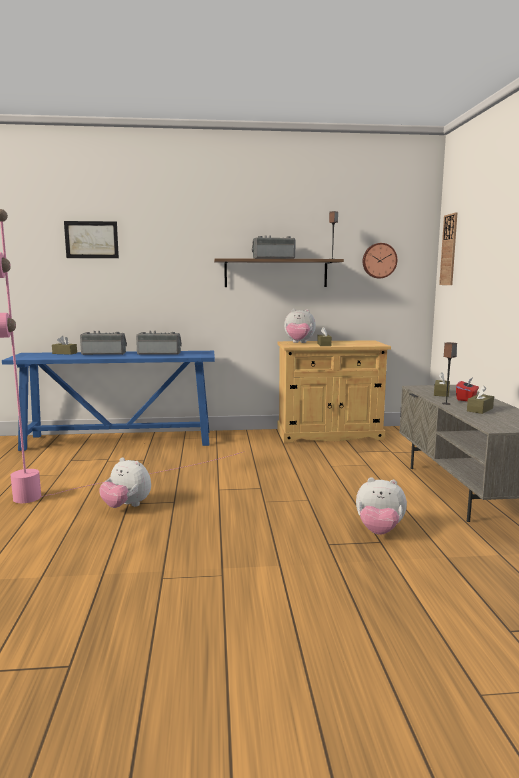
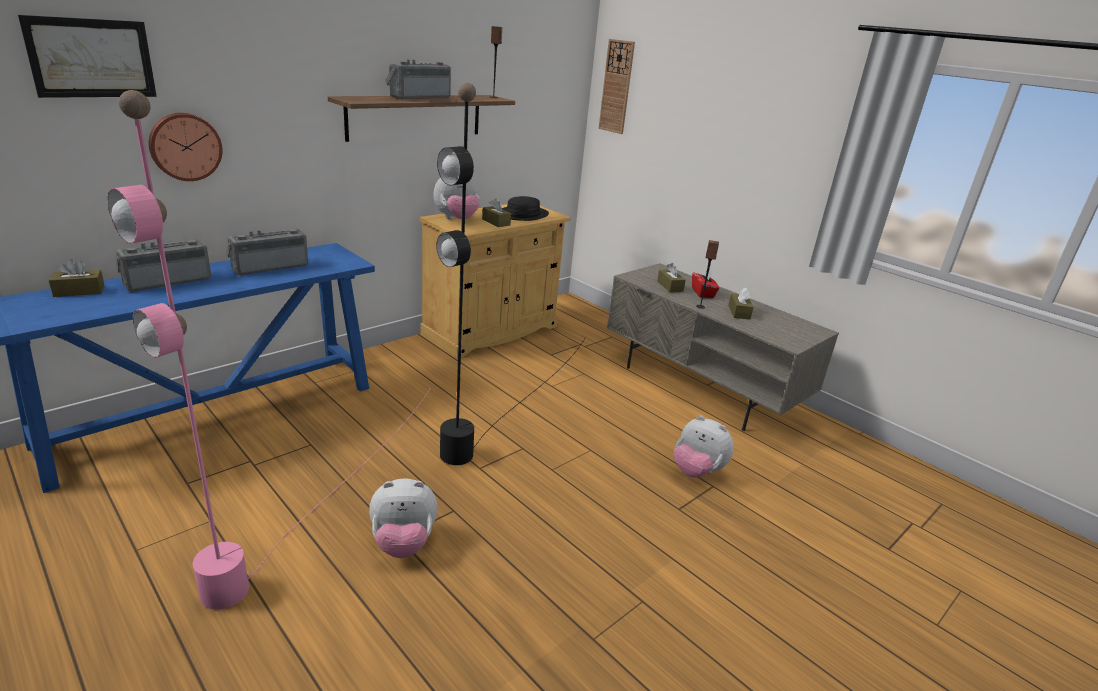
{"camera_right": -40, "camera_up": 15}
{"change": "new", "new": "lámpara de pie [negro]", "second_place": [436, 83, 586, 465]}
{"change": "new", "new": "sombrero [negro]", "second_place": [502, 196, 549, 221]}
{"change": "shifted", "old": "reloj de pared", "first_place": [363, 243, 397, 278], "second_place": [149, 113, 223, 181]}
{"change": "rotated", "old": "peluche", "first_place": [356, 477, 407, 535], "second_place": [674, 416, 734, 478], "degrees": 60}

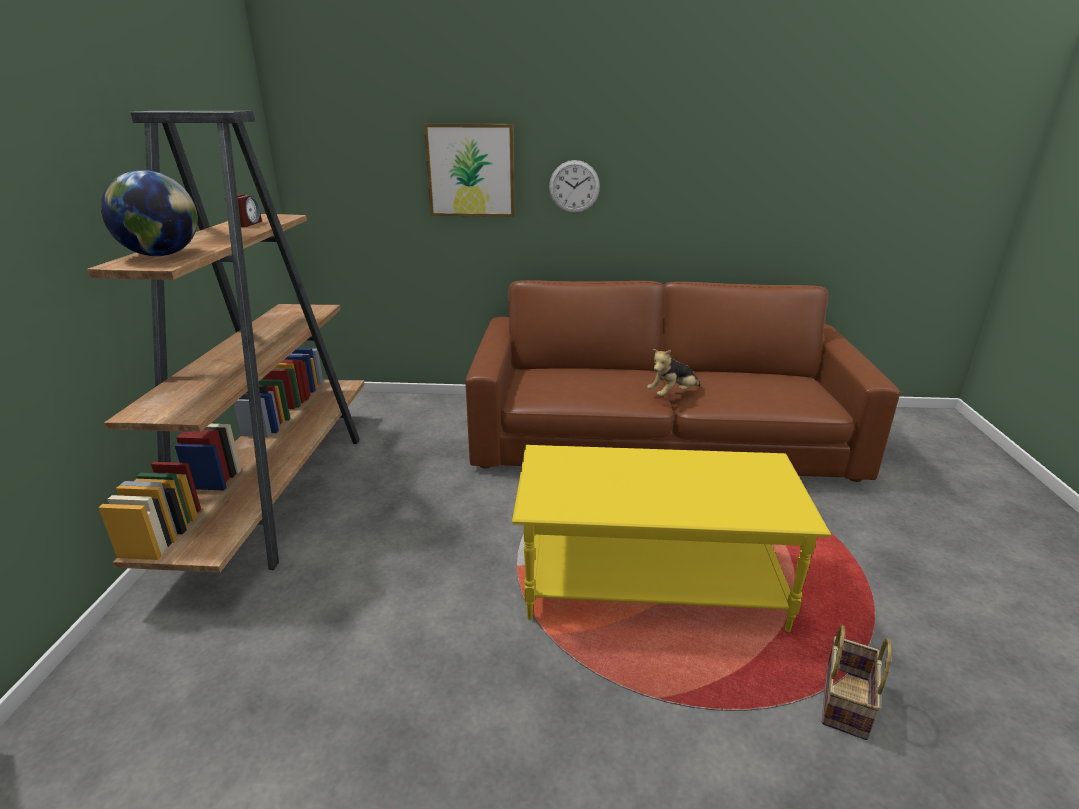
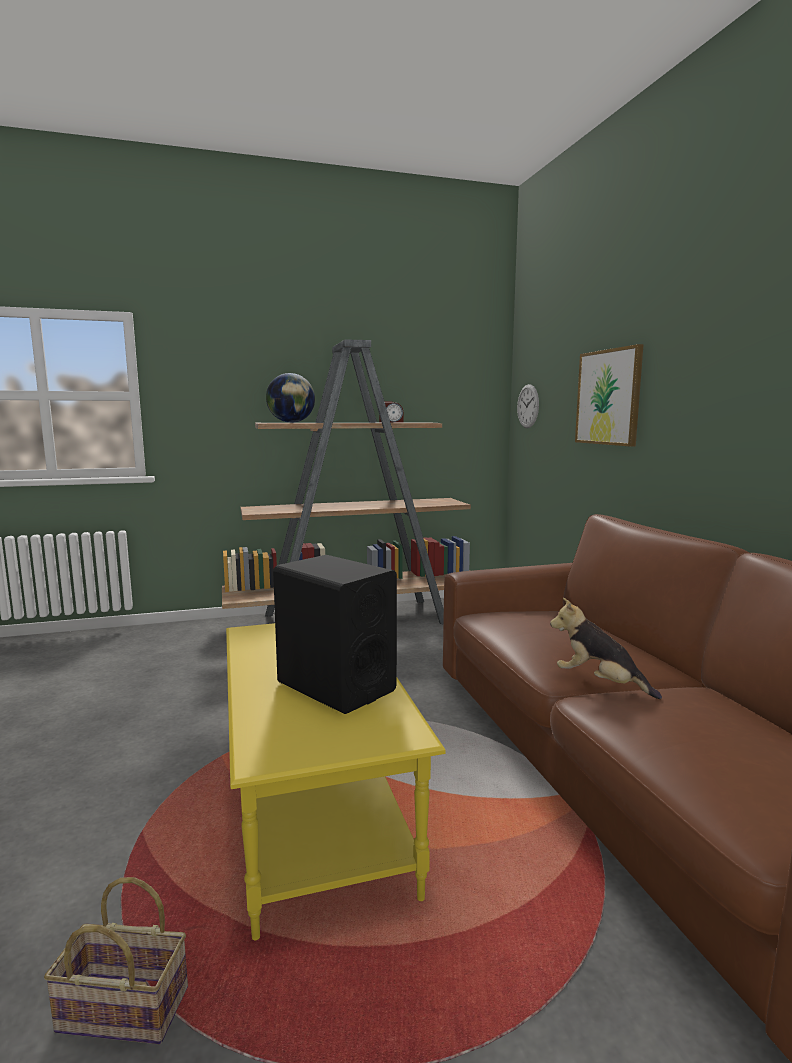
{"camera_right": 70, "camera_up": -15}
{"change": "new", "new": "altavoz [negro]", "second_place": [273, 555, 397, 714]}
{"change": "shifted", "old": "reloj de pared", "first_place": [549, 160, 600, 213], "second_place": [517, 384, 539, 428]}

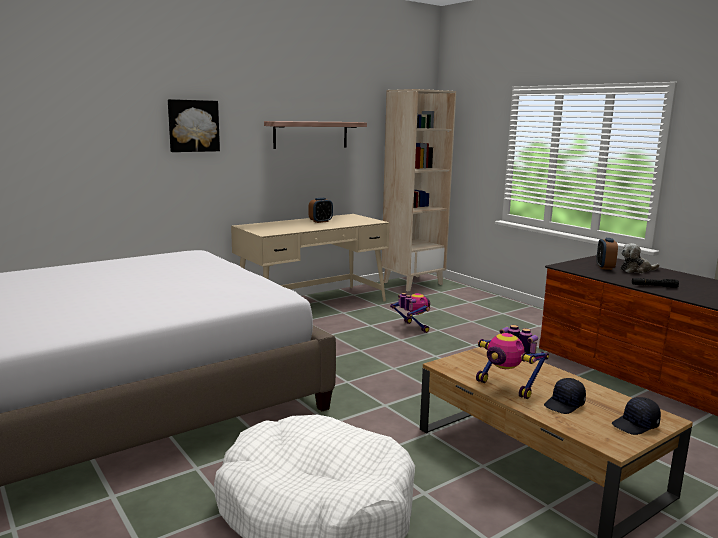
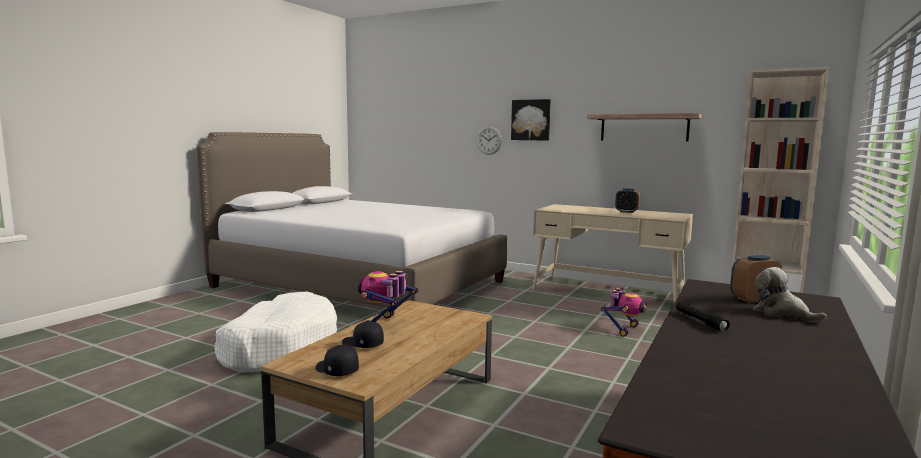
{"camera_right": 65, "camera_up": -5}
{"change": "new", "new": "reloj de pared", "second_place": [477, 126, 502, 155]}

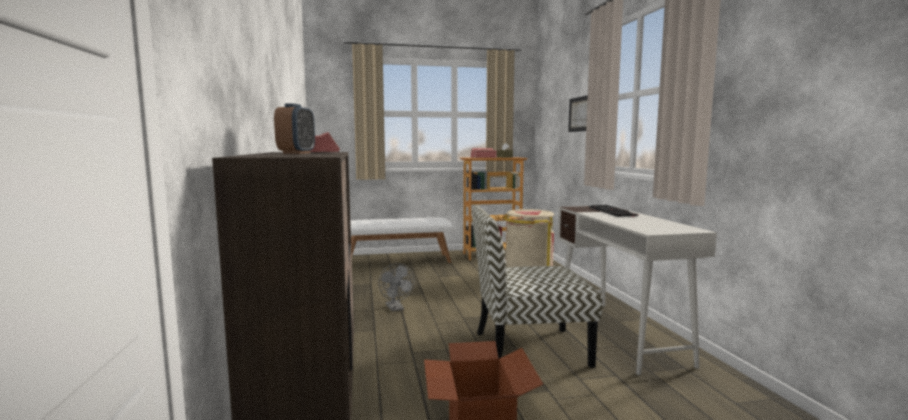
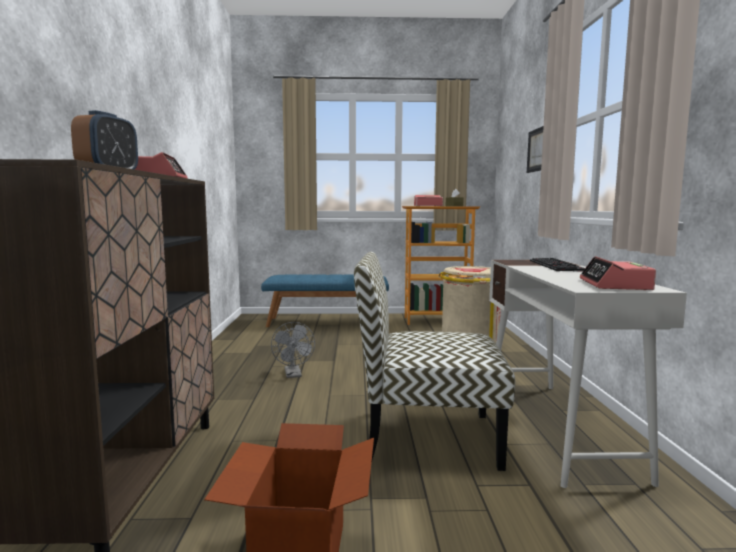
{"camera_right": 10, "camera_up": 0}
{"change": "new", "new": "despertador", "second_place": [580, 256, 656, 290]}
{"change": "repainted", "old": "banco [blanco]", "new": "banco [azul]", "first_place": [350, 217, 454, 263], "second_place": [261, 274, 389, 327]}

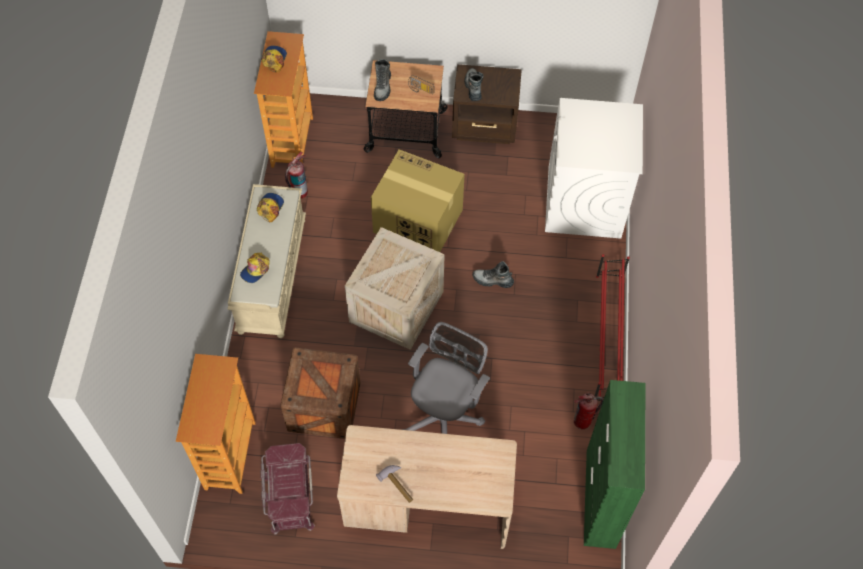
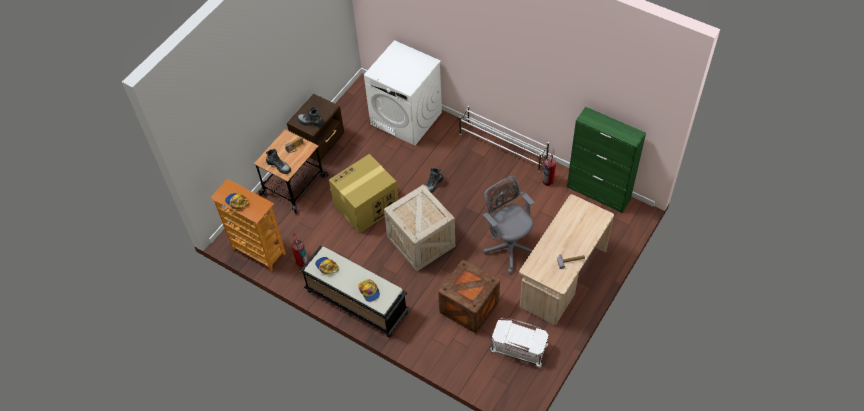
{"camera_right": -60, "camera_up": -5}
{"change": "gone", "old": "estantería", "first_place": [176, 354, 256, 494]}
{"change": "repainted", "old": "banco [beis]", "new": "banco [negro]", "first_place": [227, 184, 306, 338], "second_place": [299, 246, 409, 337]}
{"change": "repainted", "old": "caja de almacenaje [rojo]", "new": "caja de almacenaje [blanco]", "first_place": [260, 443, 315, 535], "second_place": [490, 318, 549, 368]}
{"change": "repainted", "old": "zapatero [rojo]", "new": "zapatero [blanco]", "first_place": [595, 254, 630, 401], "second_place": [459, 106, 549, 172]}

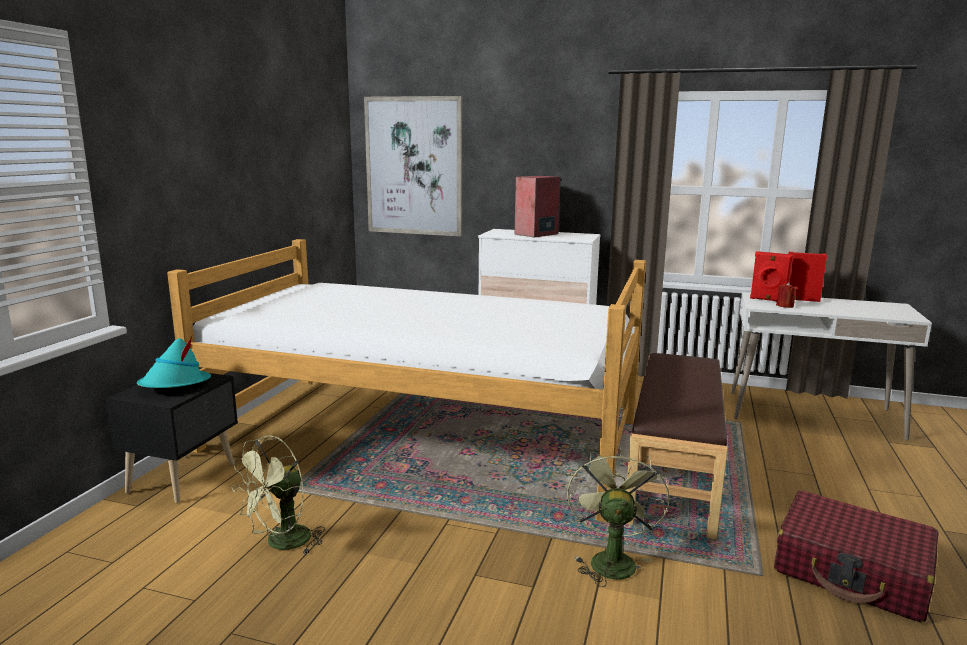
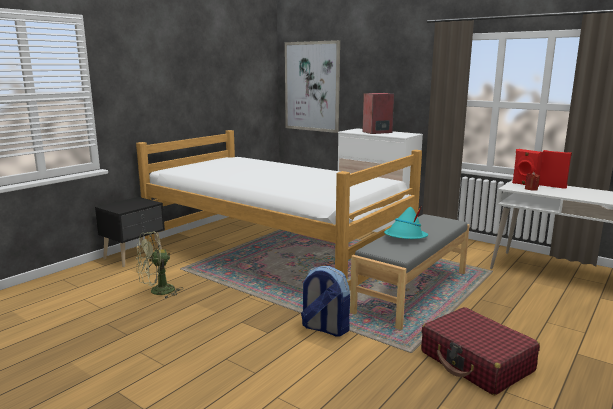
{"camera_right": 20, "camera_up": 0}
{"change": "shifted", "old": "sombrero [turquesa]", "first_place": [137, 336, 211, 388], "second_place": [384, 205, 428, 239]}
{"change": "swapped", "old": "ventilador [verde]", "new": "mochila", "first_place": [567, 446, 669, 587], "second_place": [301, 266, 350, 337]}
{"change": "repainted", "old": "banco [marrón]", "new": "banco [gris]", "first_place": [626, 353, 728, 540], "second_place": [350, 214, 469, 330]}

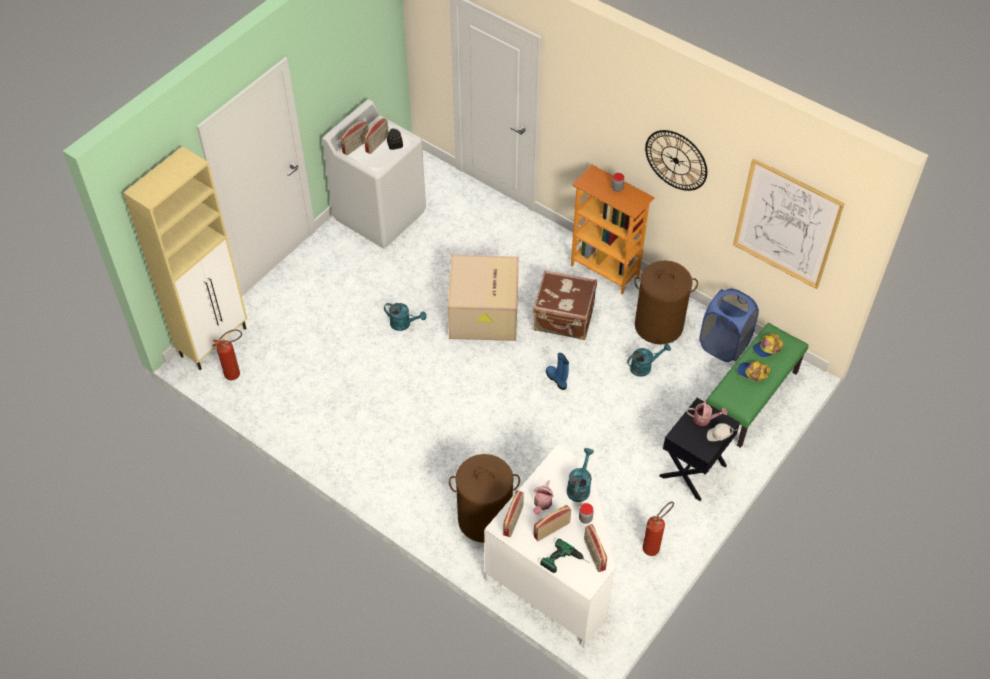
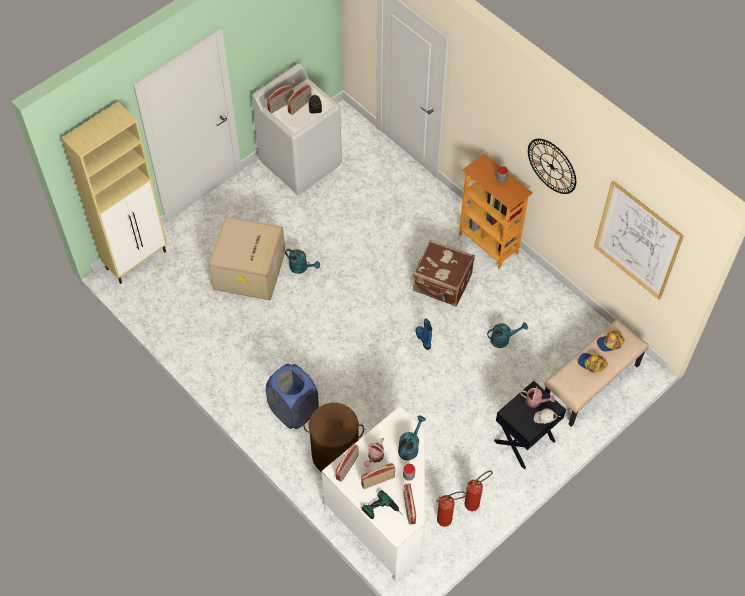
{"camera_right": 10, "camera_up": 5}
{"change": "gone", "old": "cesto de la ropa [marrón]", "first_place": [634, 261, 698, 344]}
{"change": "shifted", "old": "extintor", "first_place": [213, 329, 242, 380], "second_place": [436, 491, 467, 527]}
{"change": "shifted", "old": "caja de cartón", "first_place": [448, 255, 519, 341], "second_place": [208, 217, 285, 301]}
{"change": "shifted", "old": "cesto de la ropa [azul]", "first_place": [699, 289, 759, 362], "second_place": [266, 364, 319, 429]}
{"change": "repainted", "old": "banco [verde]", "new": "banco [beis]", "first_place": [706, 323, 808, 448], "second_place": [545, 319, 649, 427]}

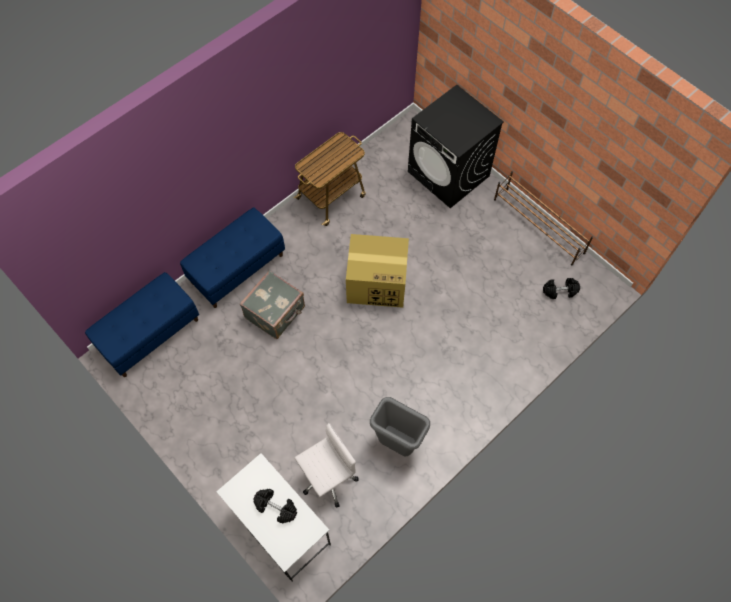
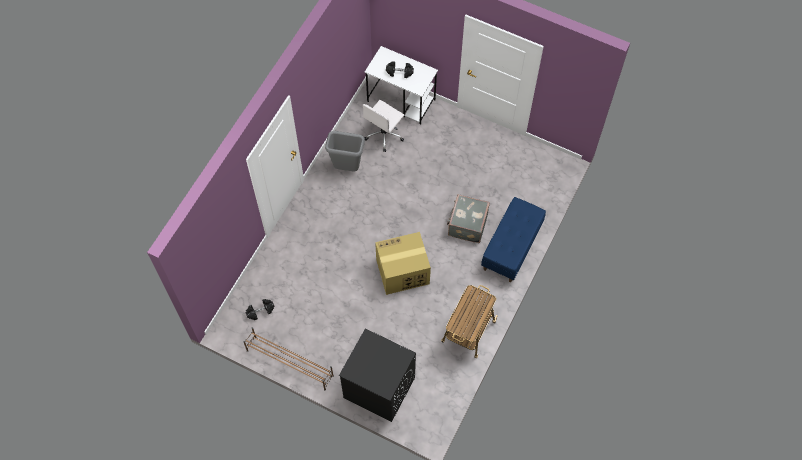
{"camera_right": 160, "camera_up": 0}
{"change": "gone", "old": "banco [azul]", "first_place": [85, 272, 199, 377]}

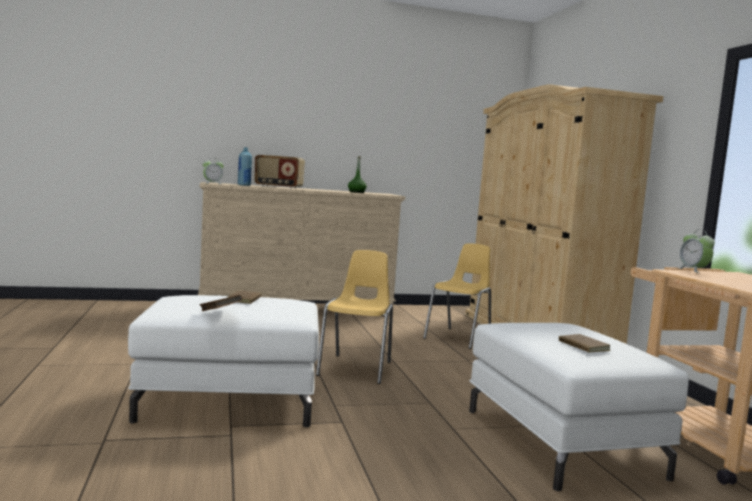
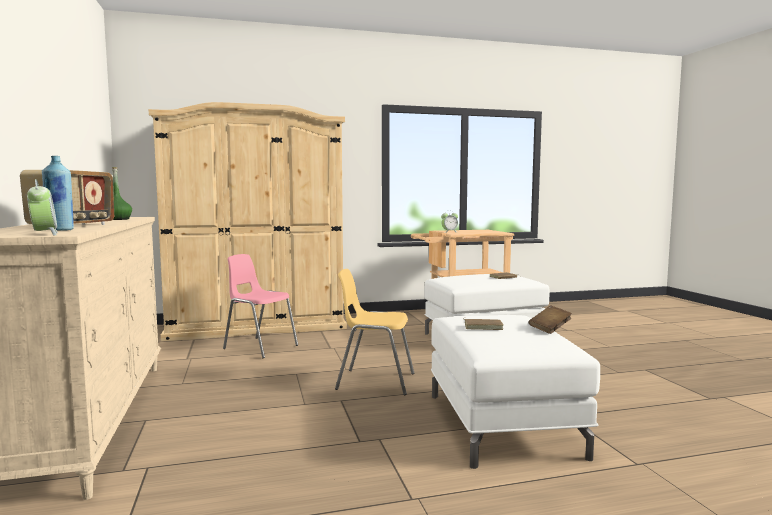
{"camera_right": -90, "camera_up": 0}
{"change": "repainted", "old": "silla [amarillo]", "new": "silla [rosa]", "first_place": [423, 243, 491, 349], "second_place": [223, 254, 298, 358]}

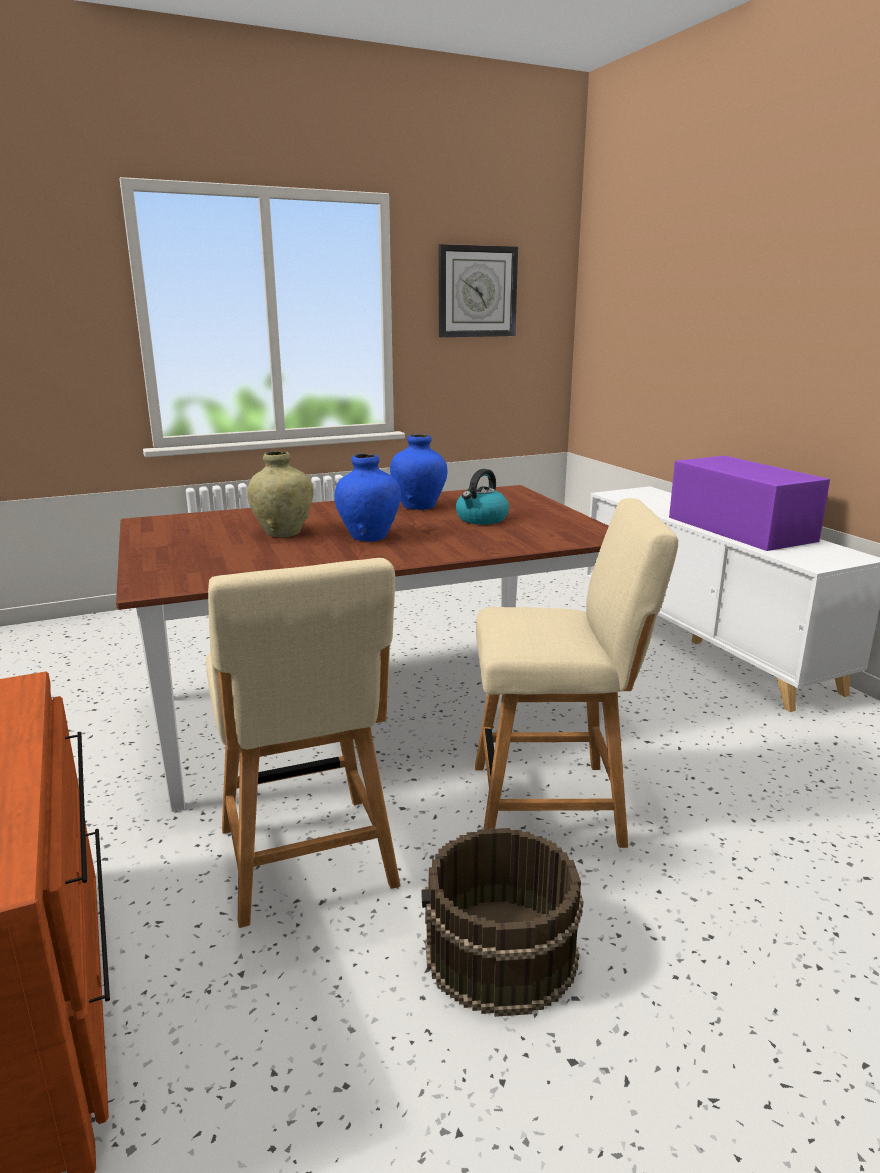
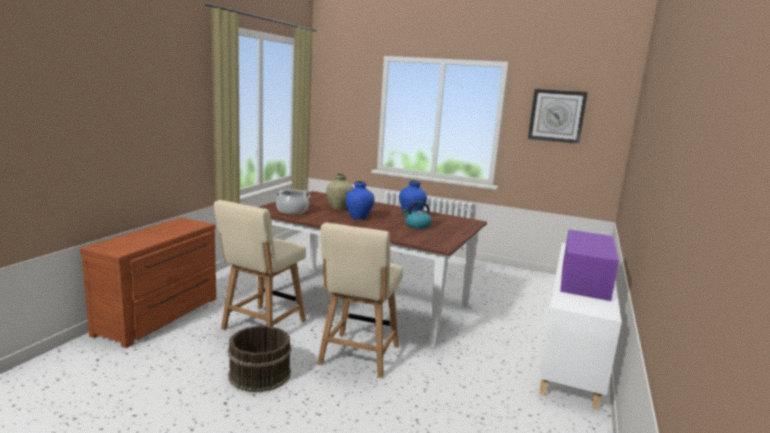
{"camera_right": 45, "camera_up": -5}
{"change": "new", "new": "olla", "second_place": [275, 190, 311, 214]}
{"change": "rotated", "old": "silla [beis]", "first_place": [475, 498, 678, 848], "second_place": [317, 223, 403, 378], "degrees": 60}

